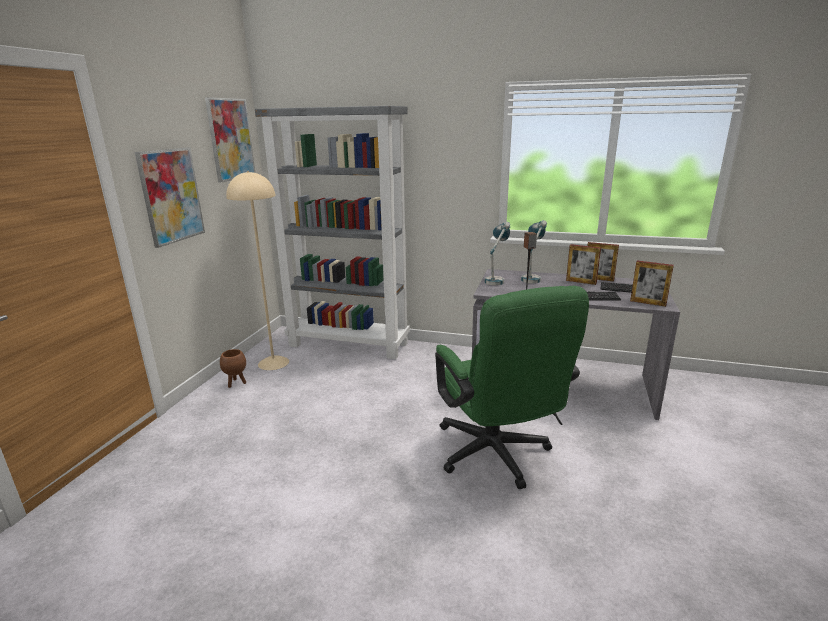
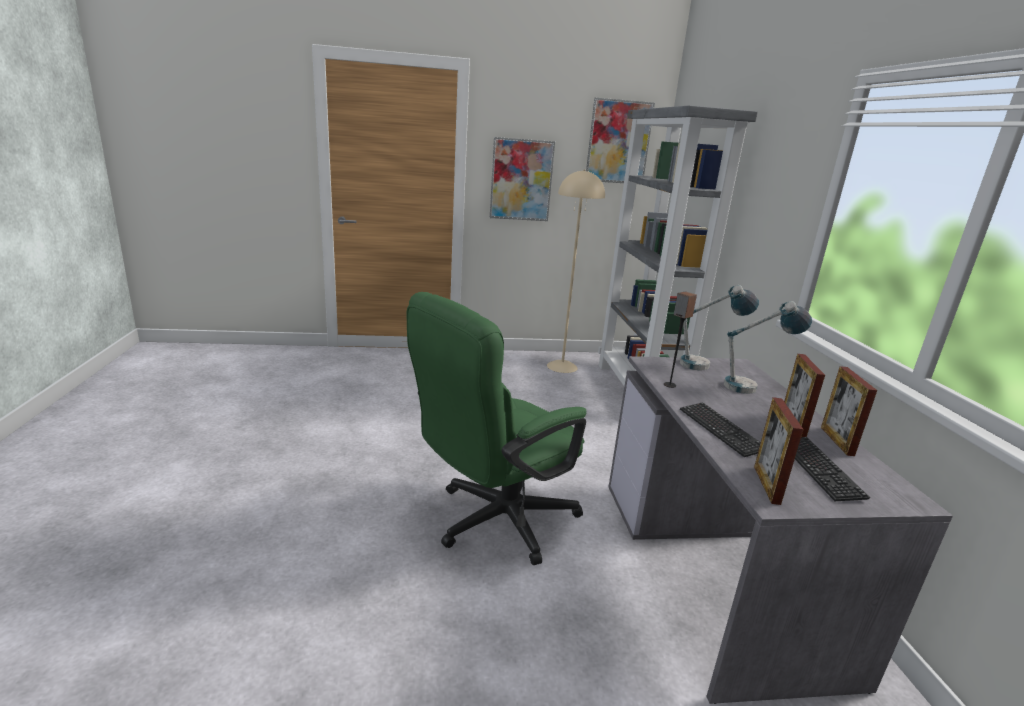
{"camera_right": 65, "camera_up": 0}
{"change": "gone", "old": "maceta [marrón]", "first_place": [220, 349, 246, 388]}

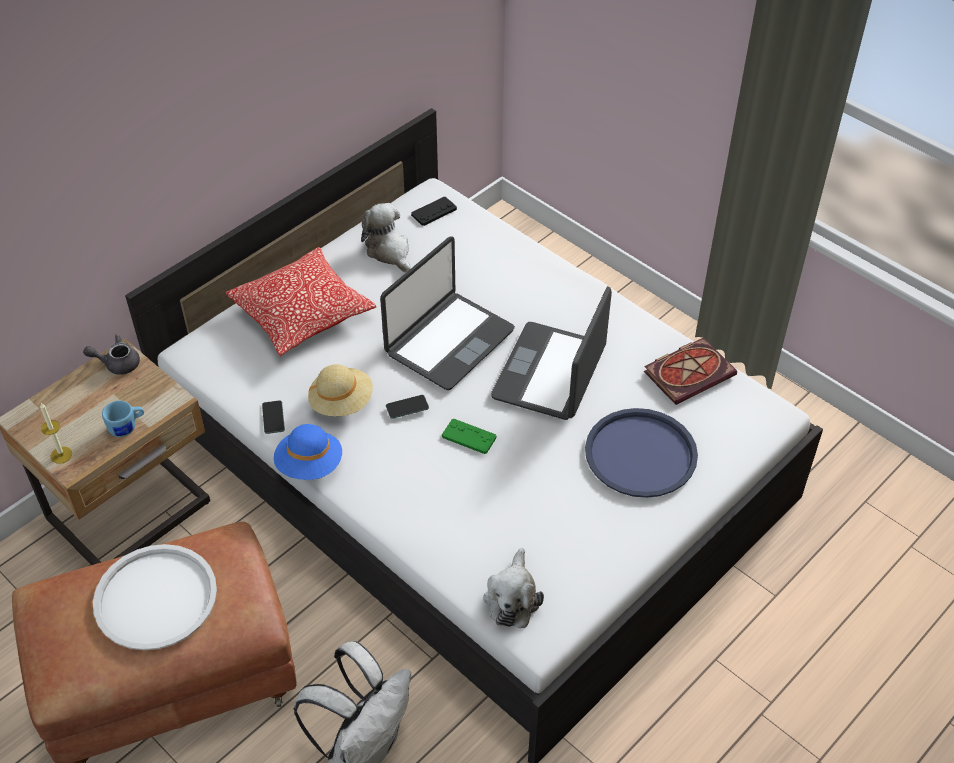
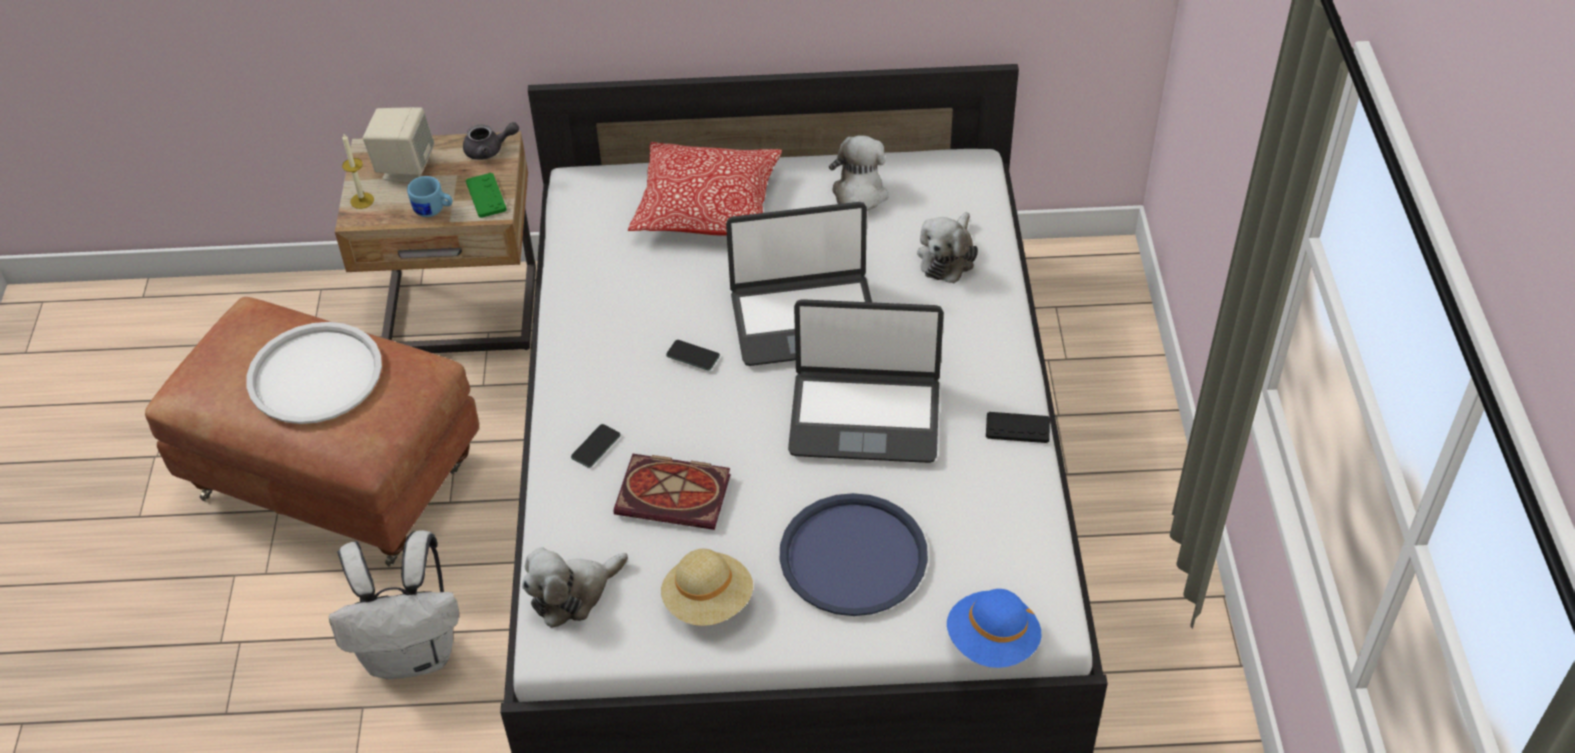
{"camera_right": 45, "camera_up": 0}
{"change": "new", "new": "altavoz [beis]", "second_place": [363, 107, 435, 183]}
{"change": "new", "new": "peluche", "second_place": [917, 212, 978, 283]}
{"change": "shifted", "old": "móvil", "first_place": [262, 400, 285, 434], "second_place": [571, 424, 621, 468]}
{"change": "shifted", "old": "sombrero [azul]", "first_place": [274, 424, 342, 480], "second_place": [947, 589, 1042, 668]}
{"change": "shifted", "old": "sombrero [beis]", "first_place": [308, 364, 373, 417], "second_place": [661, 549, 753, 626]}
{"change": "shifted", "old": "mando de consola [negro]", "first_place": [411, 197, 457, 226], "second_place": [986, 412, 1050, 443]}
{"change": "shifted", "old": "mando de consola [verde]", "first_place": [442, 419, 496, 454], "second_place": [466, 173, 507, 218]}
{"change": "shifted", "old": "libro", "first_place": [644, 338, 737, 405], "second_place": [614, 454, 731, 530]}
{"change": "rotated", "old": "tetera [gris]", "first_place": [83, 334, 140, 375], "second_place": [463, 122, 519, 160], "degrees": 135}
{"change": "rotated", "old": "portátil", "first_place": [491, 286, 612, 420], "second_place": [788, 299, 944, 463], "degrees": -150}

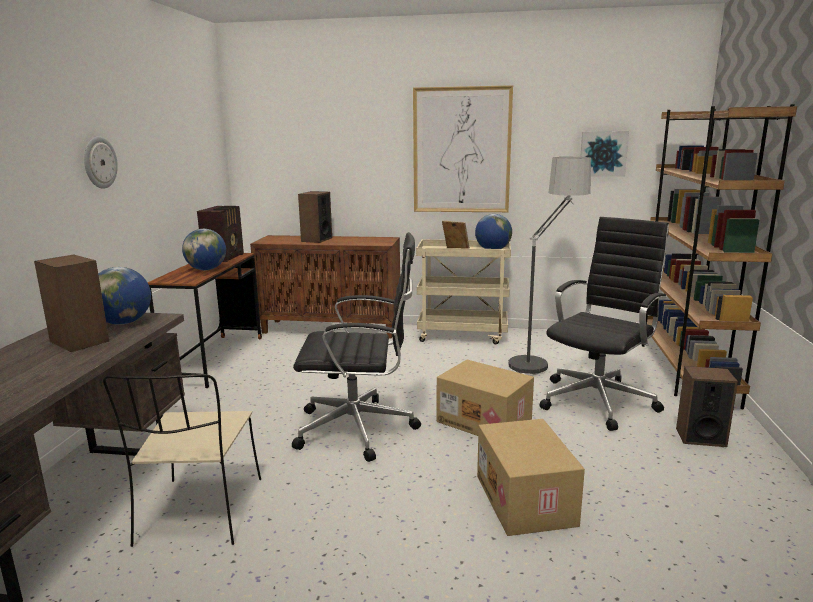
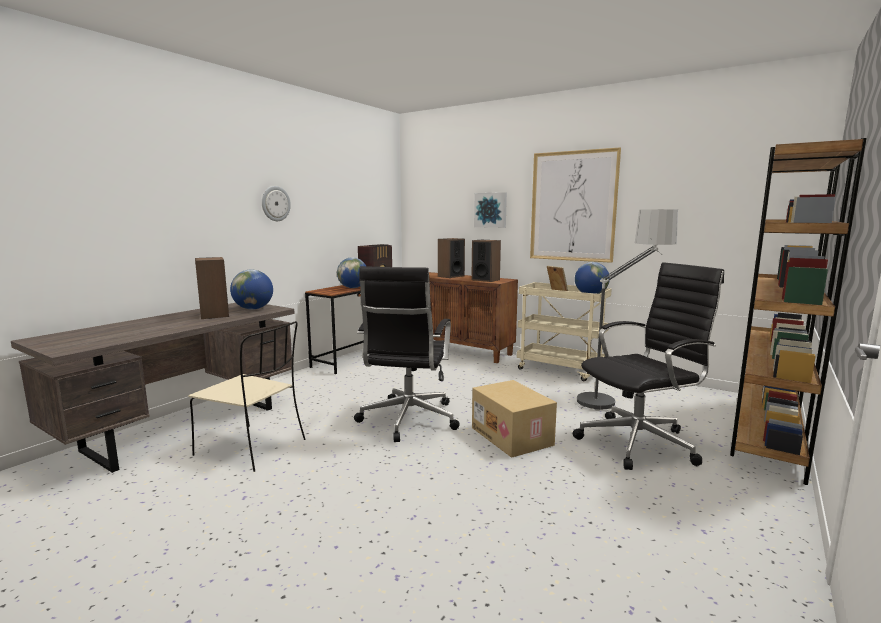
{"camera_right": 25, "camera_up": -5}
{"change": "gone", "old": "caja de cartón", "first_place": [477, 419, 585, 536]}
{"change": "shifted", "old": "cuadro", "first_place": [580, 131, 629, 176], "second_place": [474, 192, 507, 228]}
{"change": "shifted", "old": "altavoz", "first_place": [676, 366, 738, 447], "second_place": [471, 240, 501, 282]}
{"change": "rotated", "old": "silla [beis]", "first_place": [103, 374, 261, 547], "second_place": [188, 321, 305, 472], "degrees": -90}
{"change": "rotated", "old": "silla de oficina [negro]", "first_place": [292, 232, 421, 462], "second_place": [354, 266, 460, 442], "degrees": 75}

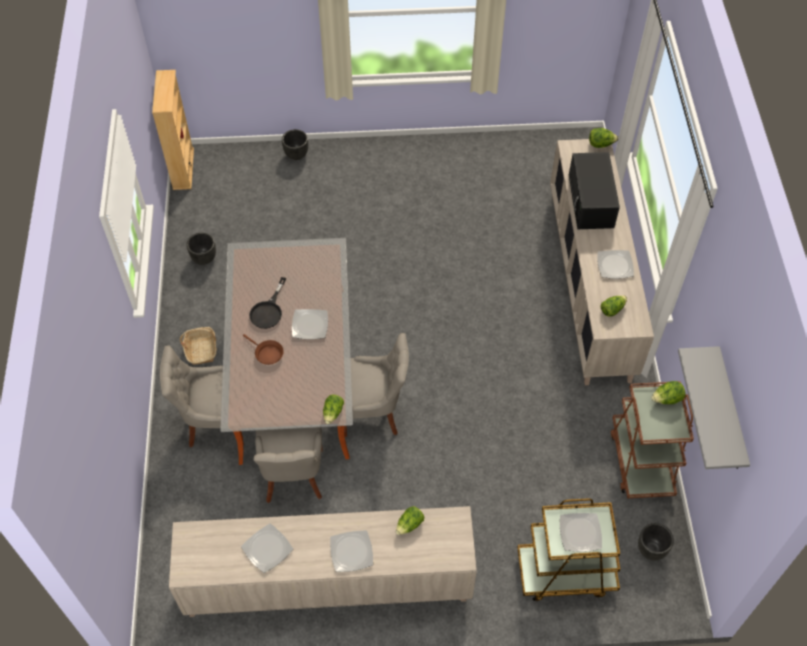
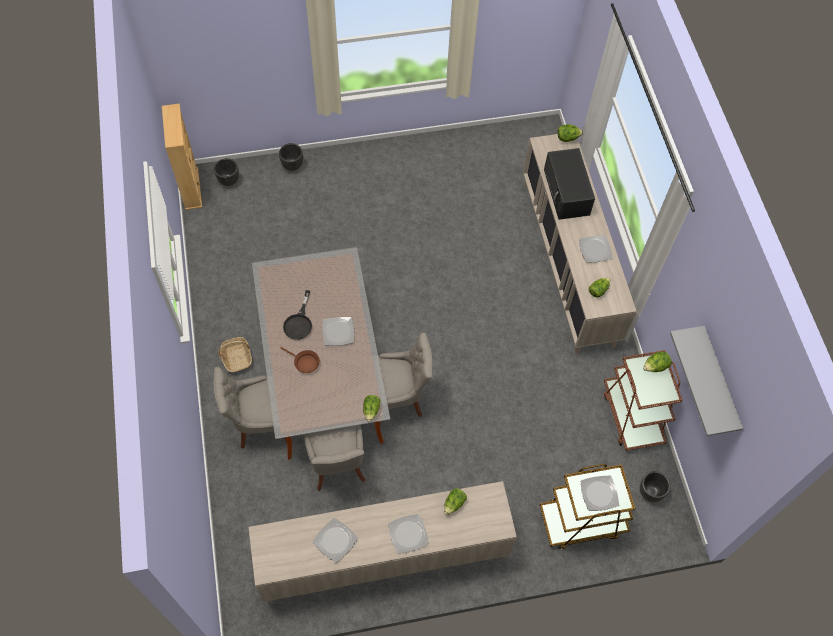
{"camera_right": -10, "camera_up": 5}
{"change": "shifted", "old": "maceta [negro]", "first_place": [186, 233, 216, 265], "second_place": [214, 158, 239, 186]}

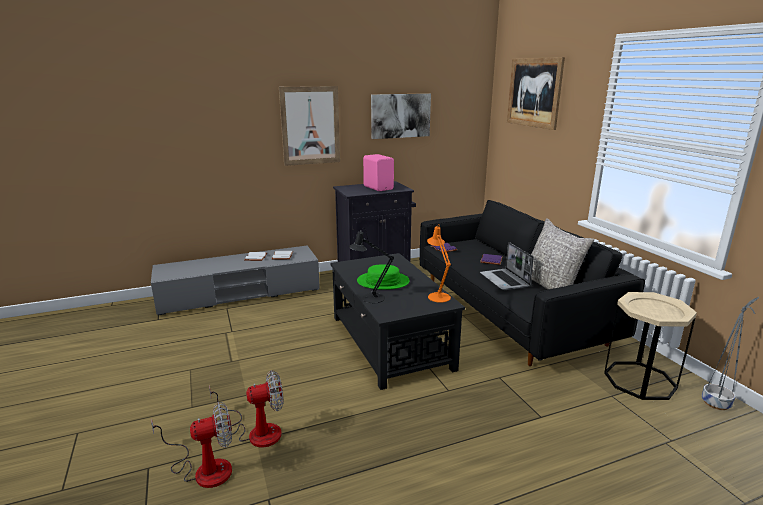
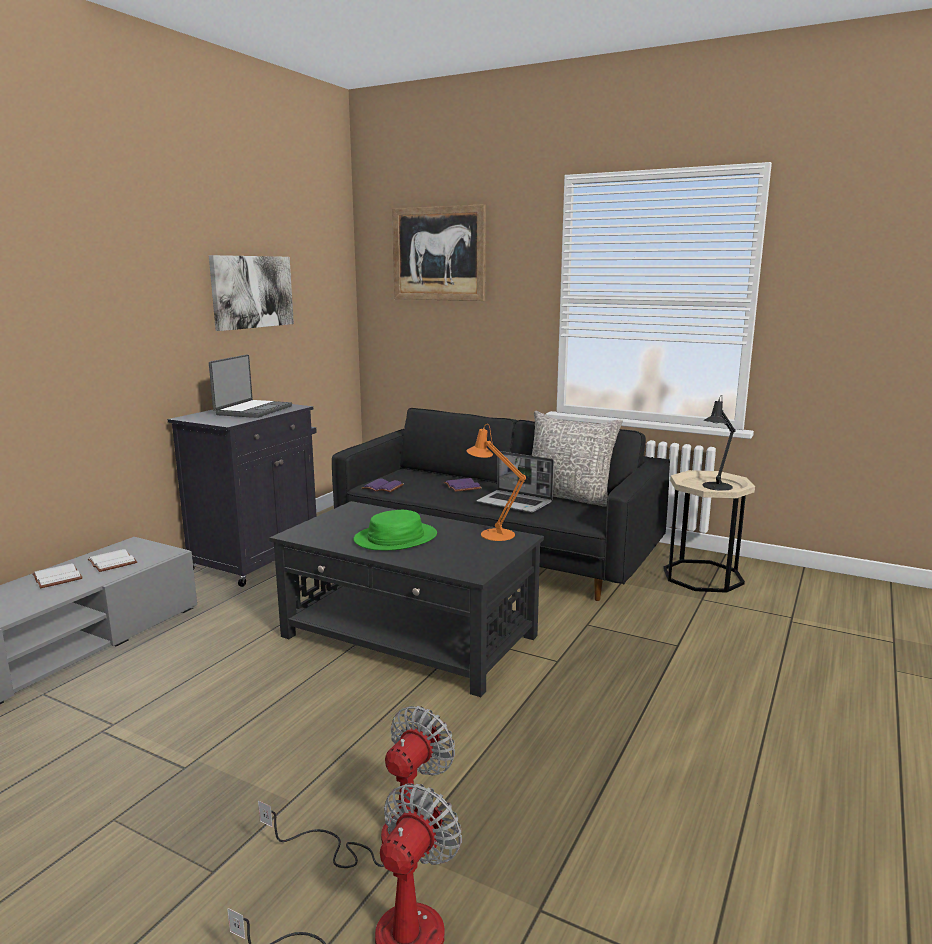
{"camera_right": -40, "camera_up": -5}
{"change": "gone", "old": "cuadro", "first_place": [279, 86, 340, 166]}
{"change": "gone", "old": "maceta [gris]", "first_place": [702, 297, 759, 410]}
{"change": "shifted", "old": "lámpara de mesa [negro]", "first_place": [349, 228, 394, 303], "second_place": [703, 395, 736, 491]}
{"change": "swapped", "old": "altavoz [rosa]", "new": "portátil", "first_place": [363, 154, 394, 191], "second_place": [209, 355, 292, 418]}

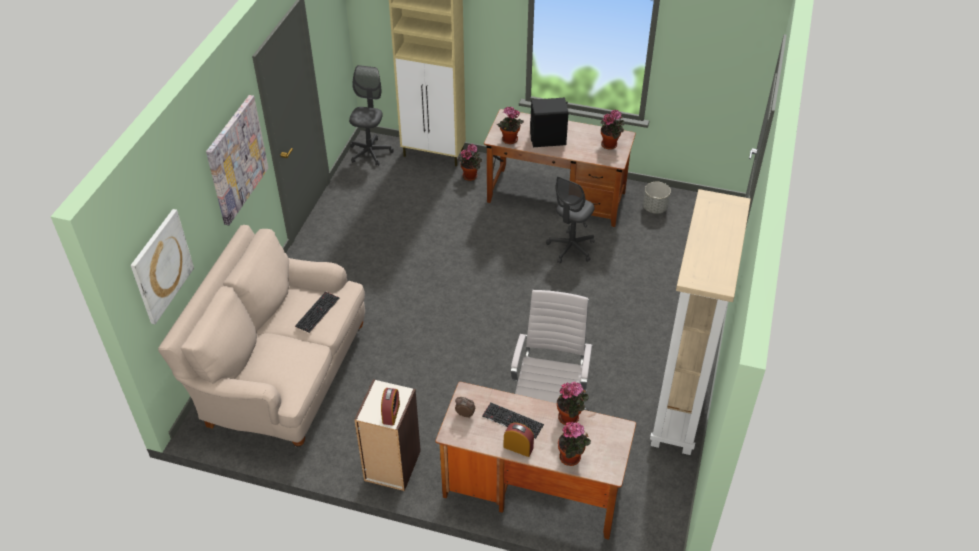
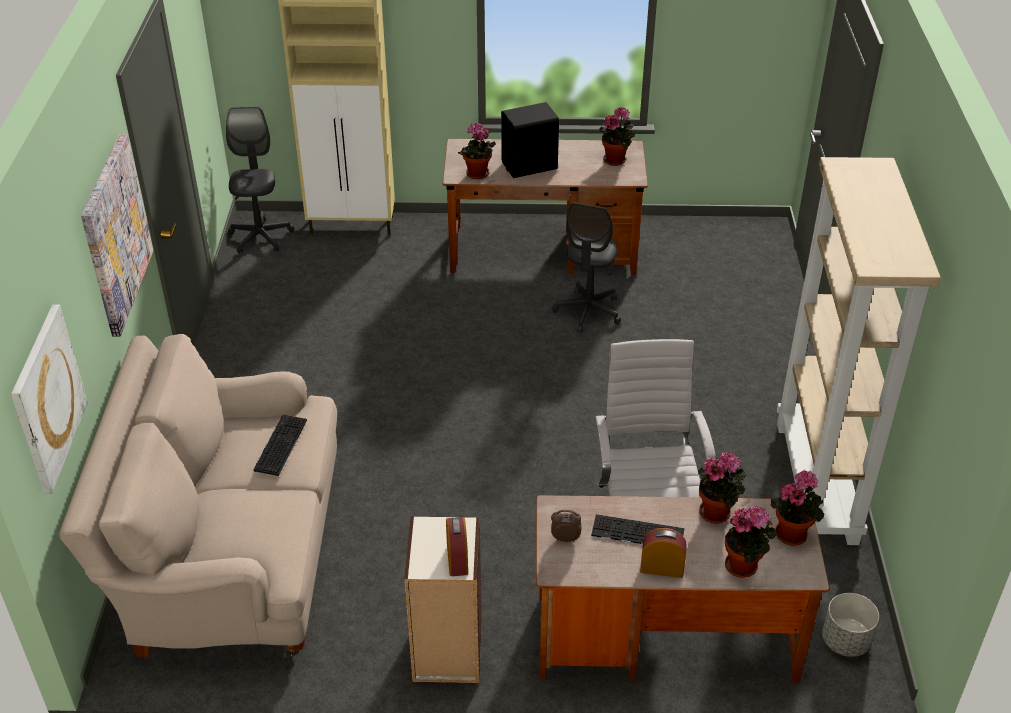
{"camera_right": -15, "camera_up": -5}
{"change": "shifted", "old": "planta en maceta", "first_place": [458, 144, 482, 181], "second_place": [771, 470, 824, 546]}
{"change": "shifted", "old": "maceta [gris]", "first_place": [643, 182, 671, 214], "second_place": [822, 593, 879, 657]}

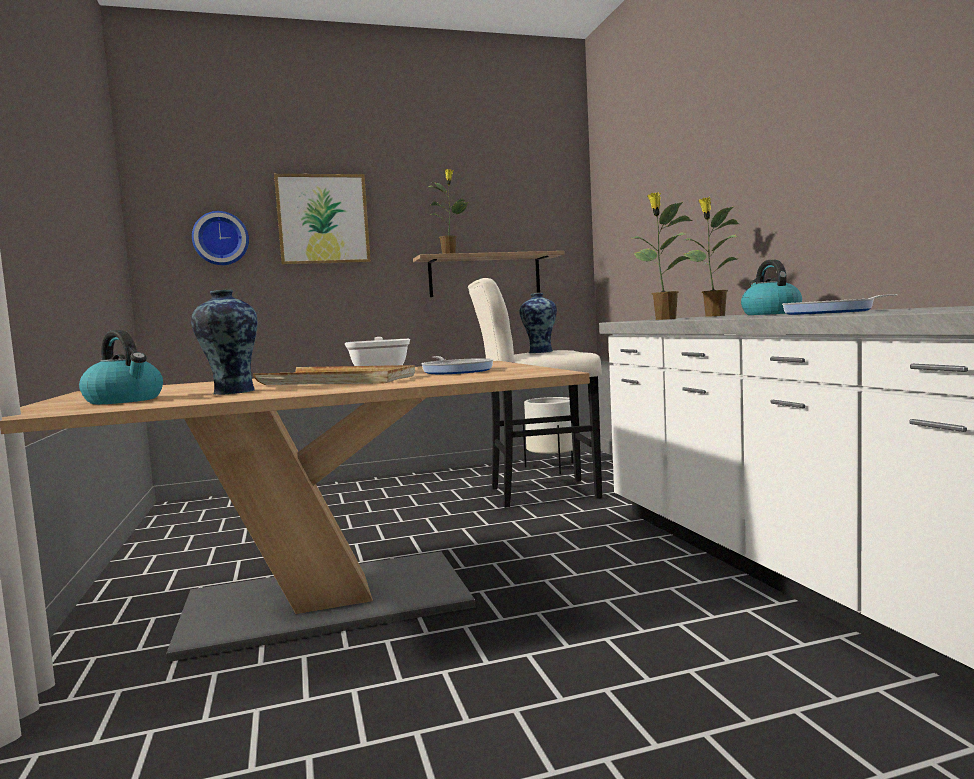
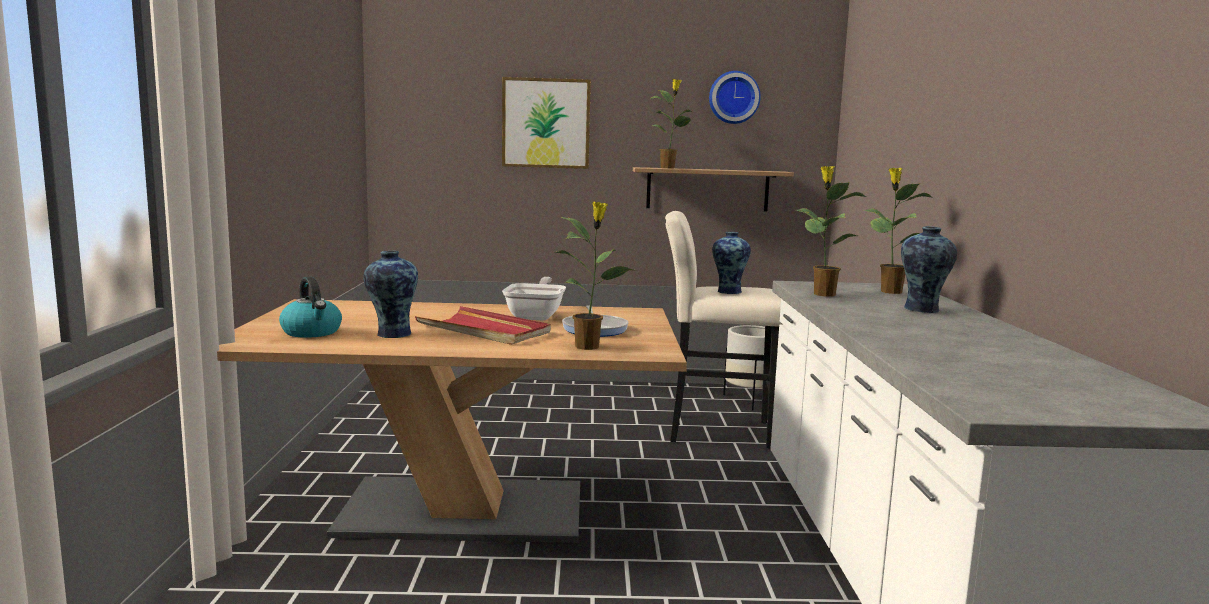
{"camera_right": 15, "camera_up": 5}
{"change": "gone", "old": "sartén", "first_place": [782, 294, 898, 315]}
{"change": "new", "new": "planta en maceta", "second_place": [554, 201, 633, 350]}
{"change": "shifted", "old": "reloj de pared", "first_place": [192, 211, 249, 265], "second_place": [709, 71, 761, 124]}
{"change": "swapped", "old": "hervidor", "new": "florero", "first_place": [741, 260, 802, 315], "second_place": [901, 226, 957, 313]}
{"change": "repainted", "old": "bandeja [beis]", "new": "bandeja [rojo]", "first_place": [253, 365, 415, 385], "second_place": [415, 306, 551, 345]}

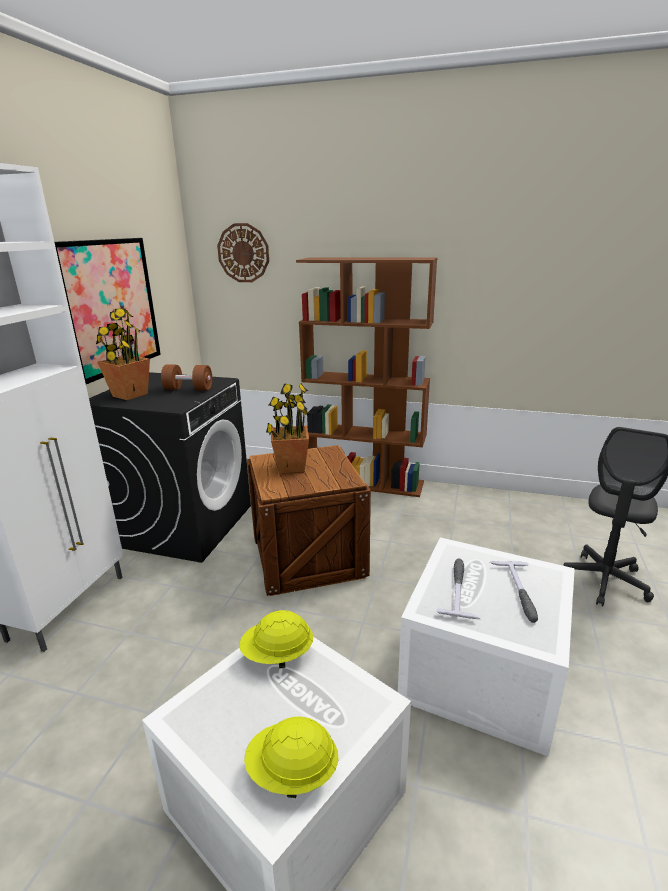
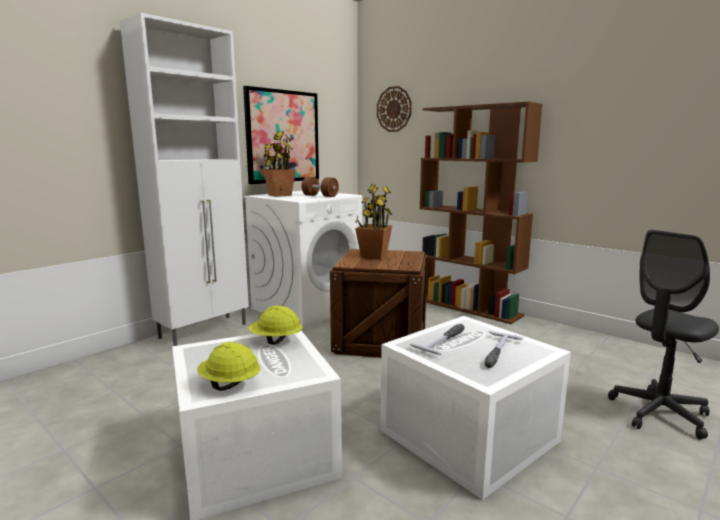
{"camera_right": 25, "camera_up": -10}
{"change": "repainted", "old": "lavadora [negro]", "new": "lavadora [blanco]", "first_place": [89, 372, 251, 563], "second_place": [243, 191, 362, 327]}

